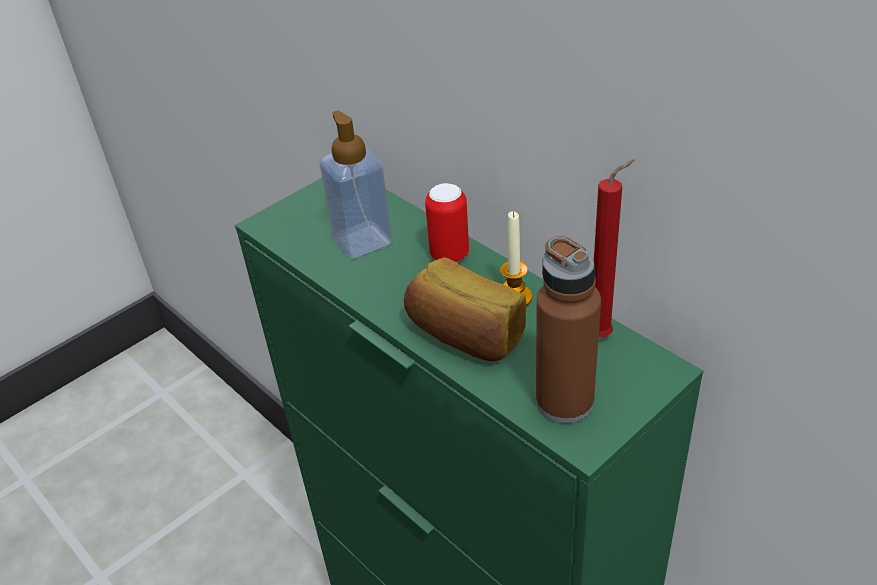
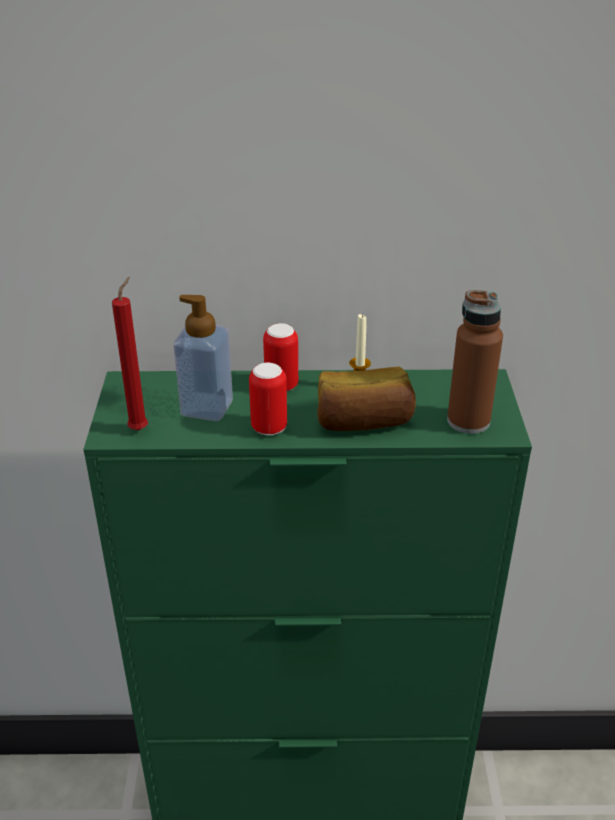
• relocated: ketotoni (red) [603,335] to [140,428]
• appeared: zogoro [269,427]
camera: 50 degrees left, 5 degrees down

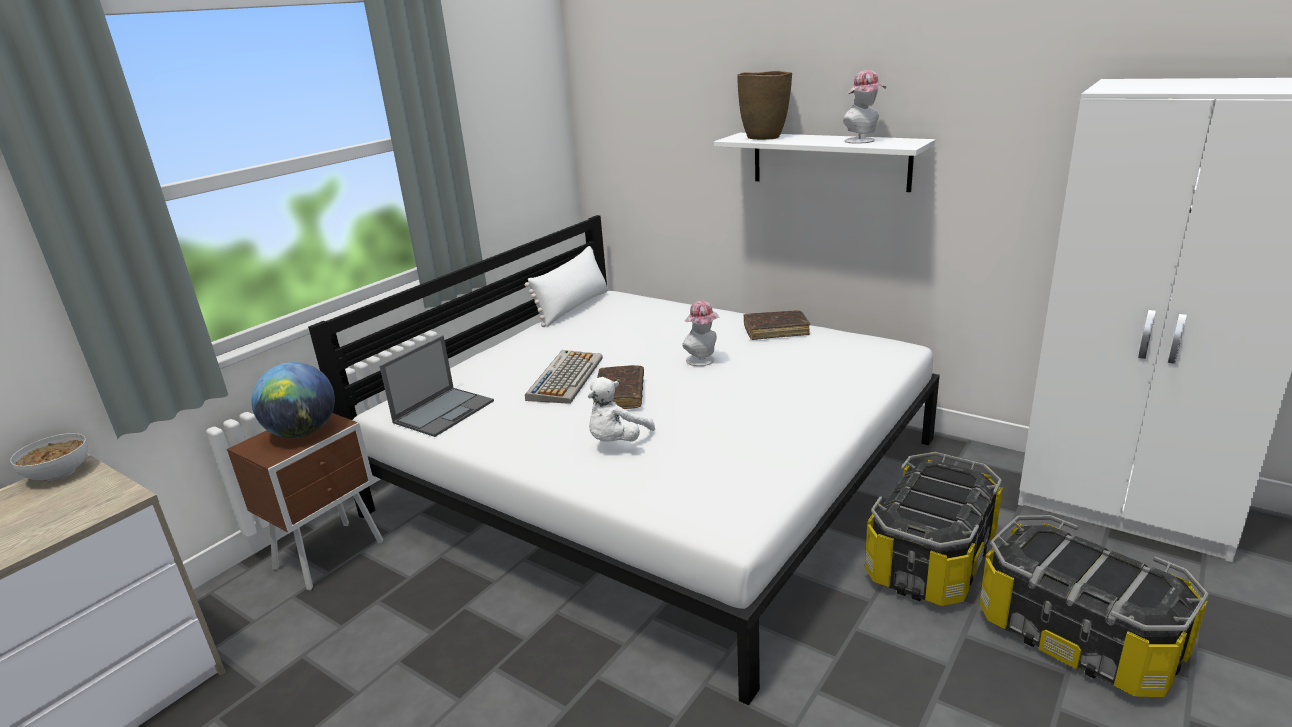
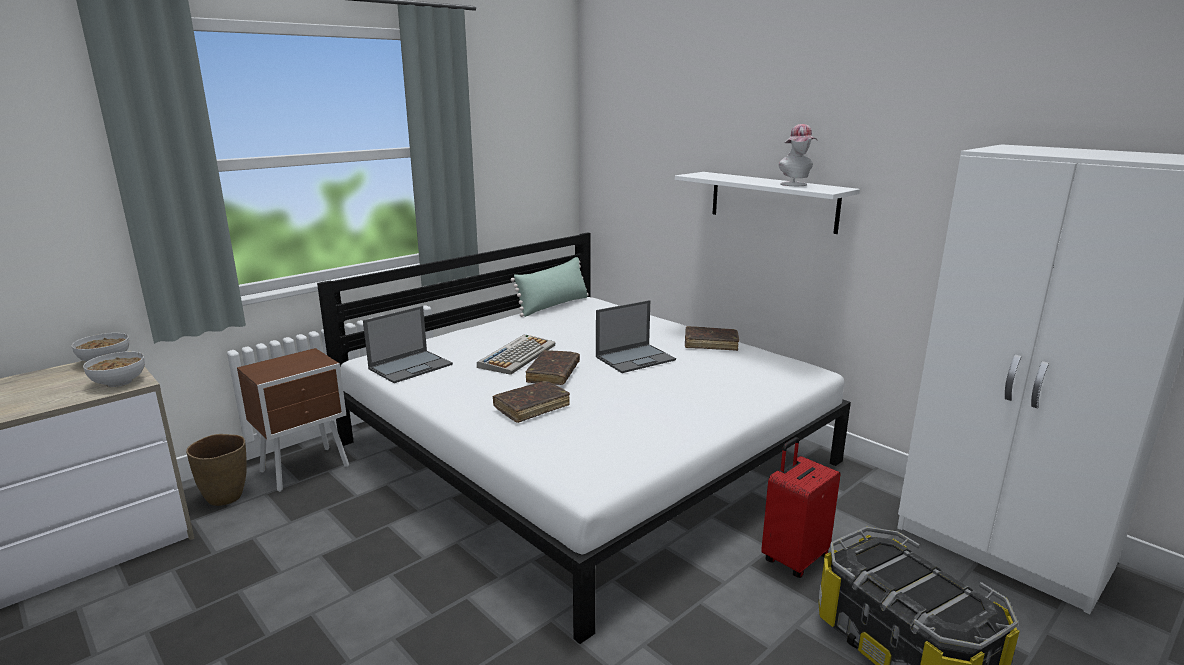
• missing: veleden [303,433]
• colour: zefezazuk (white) [573,307] to zefezazuk (green) [553,305]
• exchanged: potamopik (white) [617,441] to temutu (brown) [531,407]
• exchanged: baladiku [703,361] to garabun [636,358]
• relocated: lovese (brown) [764,137] to [226,497]
• exchanged: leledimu [929,558] to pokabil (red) [793,558]
• appeared: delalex [118,383]
camera: 10 degrees right, 5 degrees down

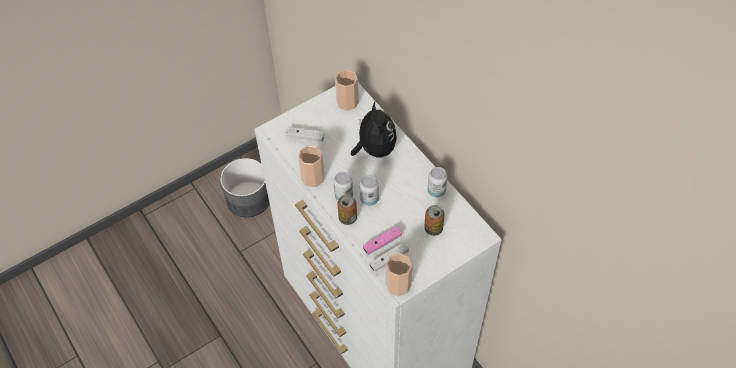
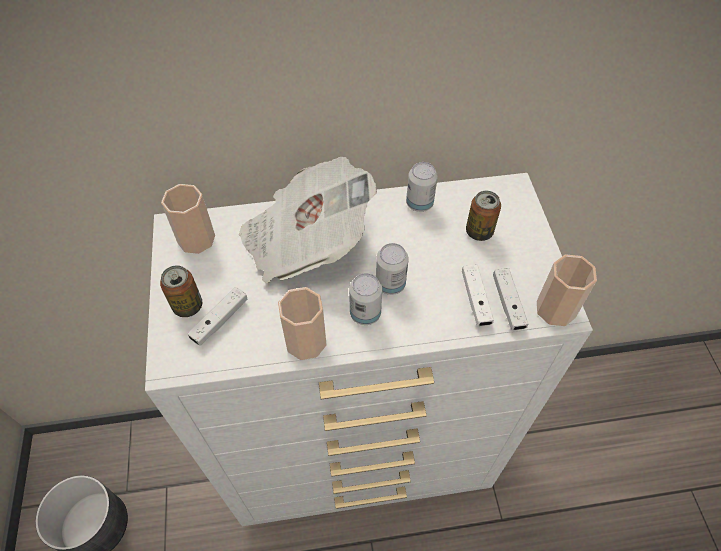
• relocated: zogoro [347,218] to [187,306]
• exchanged: potamopik [375,149] to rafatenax [305,241]
• colour: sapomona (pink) [382,243] to sapomona (white) [475,299]
camera: 65 degrees left, 0 degrees up

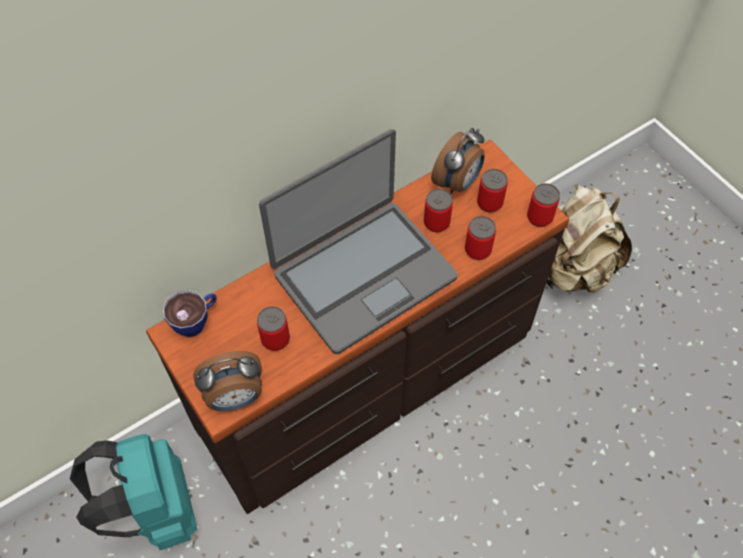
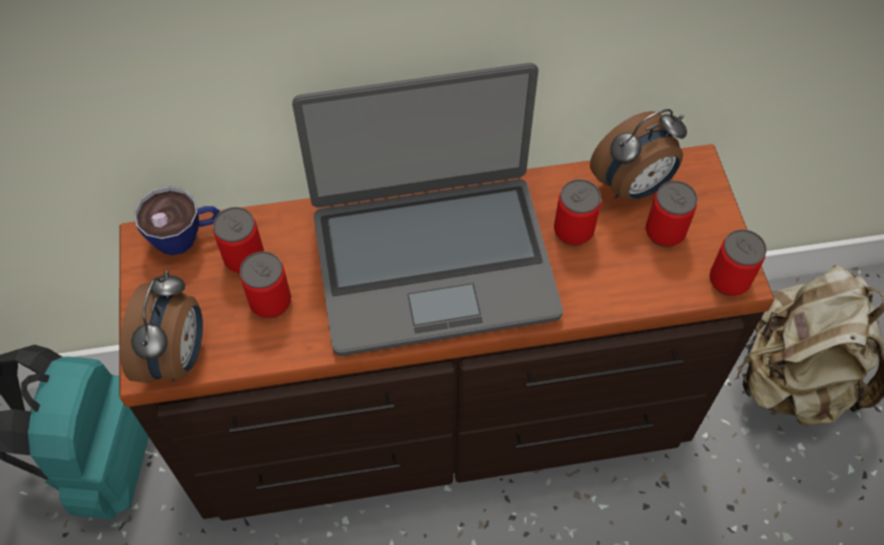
• spun: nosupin [235,397] = [177,357] 90 degrees counterclockwise
• relocated: zogoro [477,250] to [244,258]
camera: 25 degrees right, 0 degrees up

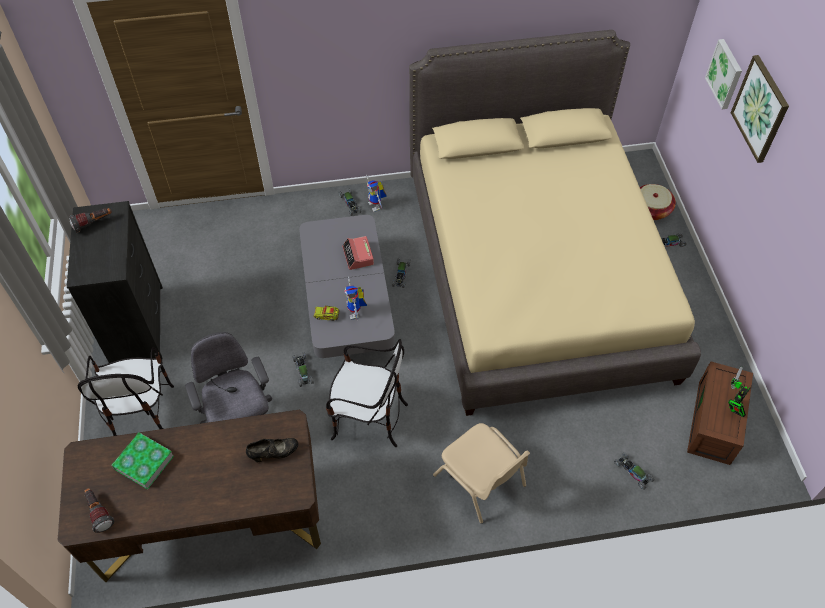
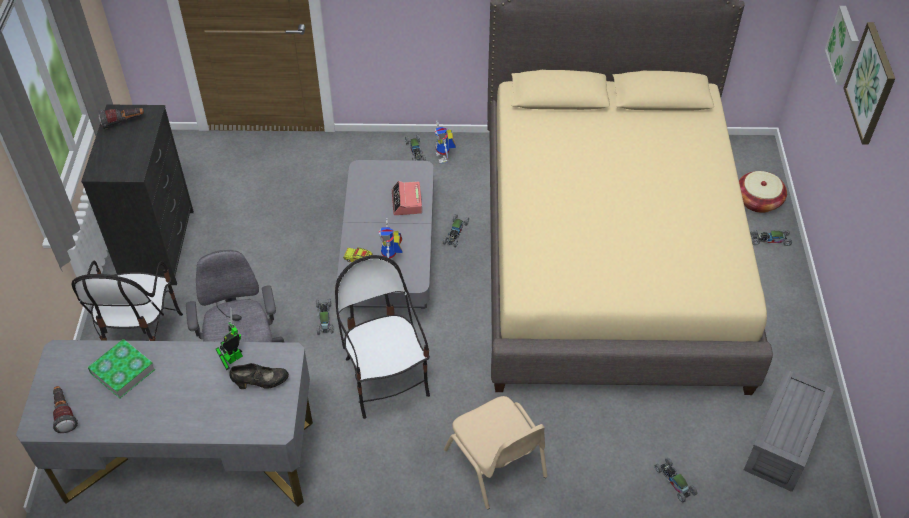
• colour: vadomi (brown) [211,521] to vadomi (grey) [190,459]
• spun: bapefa [368,419] = [385,379] 135 degrees counterclockwise
• colour: leledimu (brown) [715,423] to leledimu (grey) [784,444]
• relocated: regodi [733,406] to [232,359]
camera: 10 degrees right, 5 degrees down

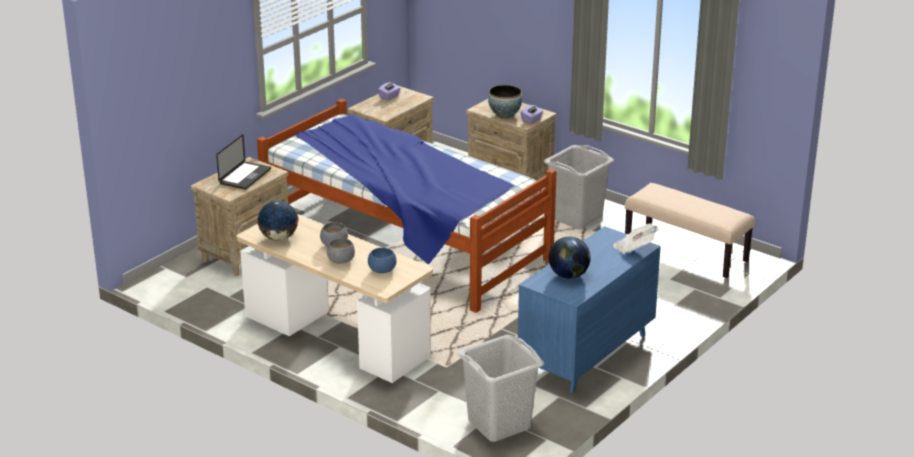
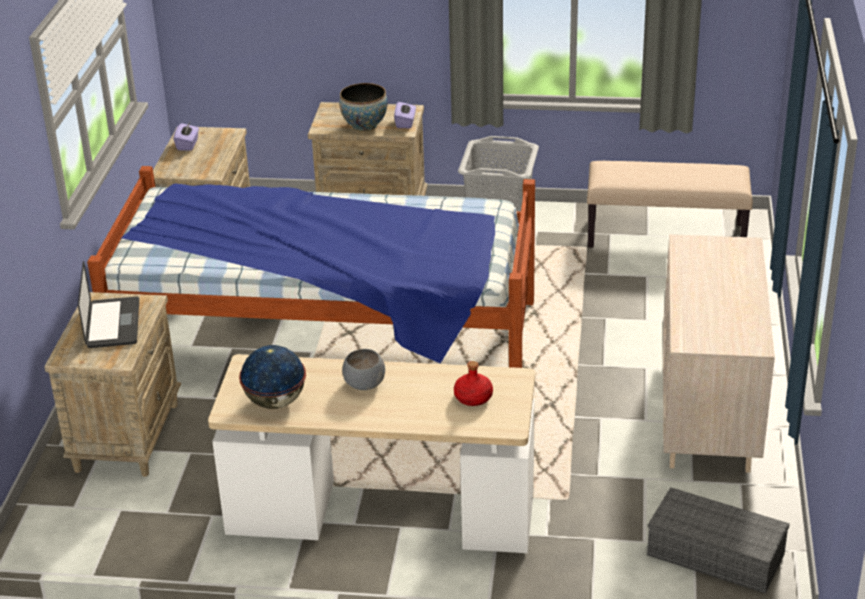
• missing: delalex (grey) [340,260]
• exchanged: delalex (blue) [383,270] to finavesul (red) [473,397]
• exchanged: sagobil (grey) [500,424] to leledimu (grey) [717,554]
• colour: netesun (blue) [586,354] to netesun (beige) [708,412]
• missing: veleden [569,275]
• missing: rafatenax [634,248]
camera: 30 degrees left, 5 degrees up

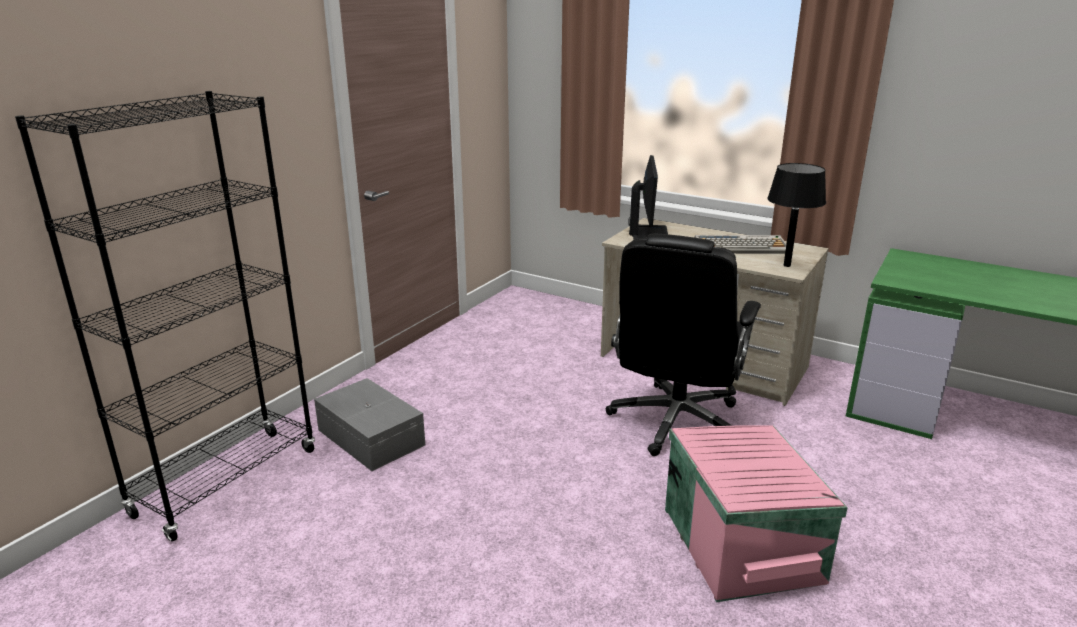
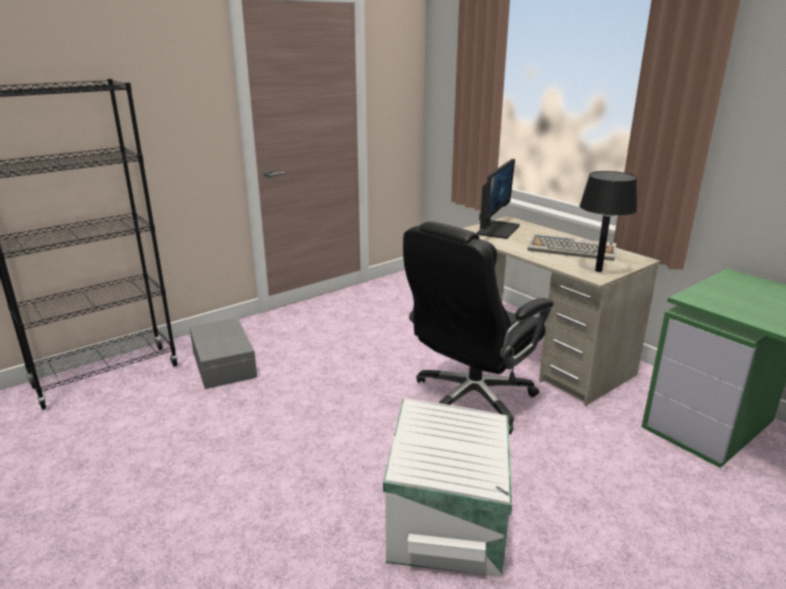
• colour: leledimu (pink) [742,543] to leledimu (white) [450,518]
camera: 20 degrees right, 0 degrees up

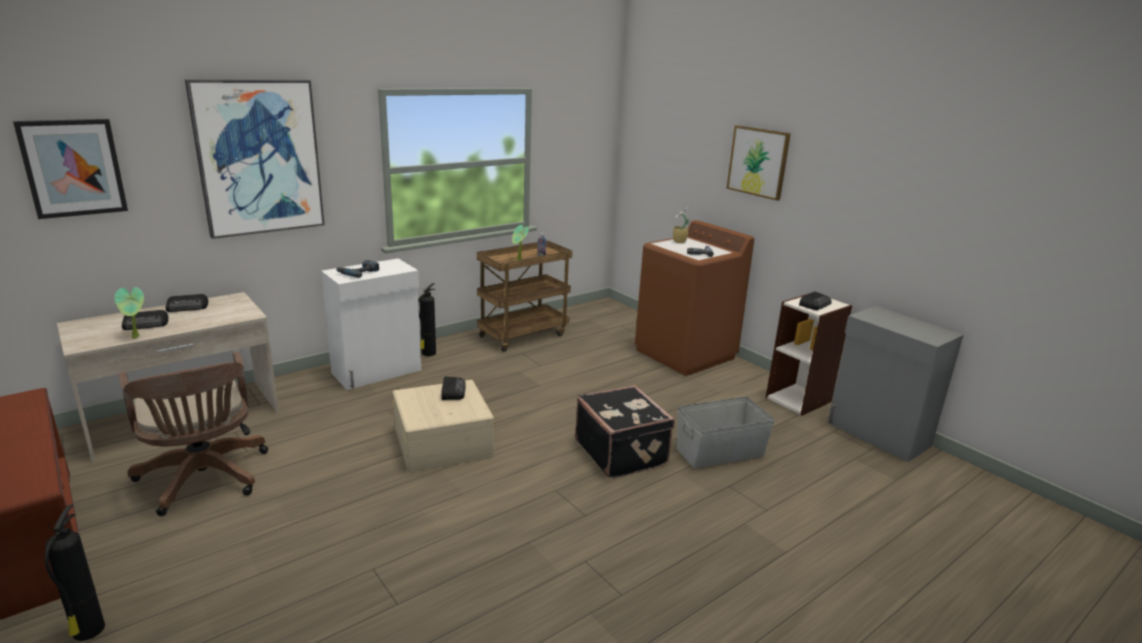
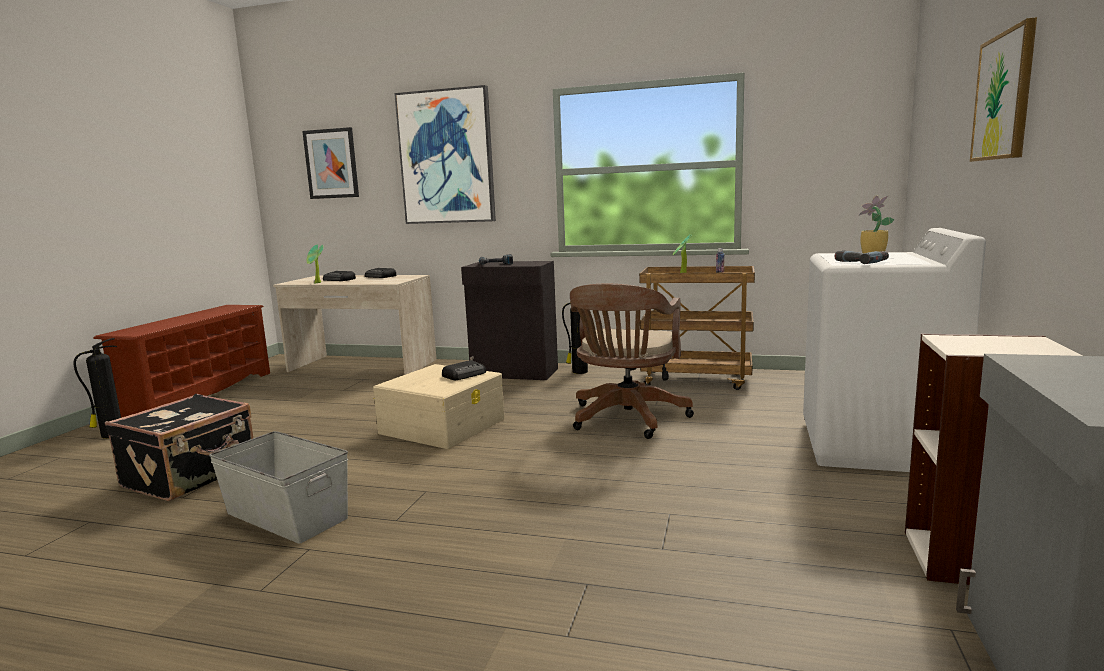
• relocated: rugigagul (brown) [204,480] to [626,419]
• colour: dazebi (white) [378,372] to dazebi (black) [514,373]
• relocated: pokabil (black) [622,452] to [192,476]
• colour: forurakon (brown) [685,354] to forurakon (white) [875,446]
• relocated: leledimu (grey) [719,451] to [287,515]
• missing: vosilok [815,304]
camera: 55 degrees right, 10 degrees down

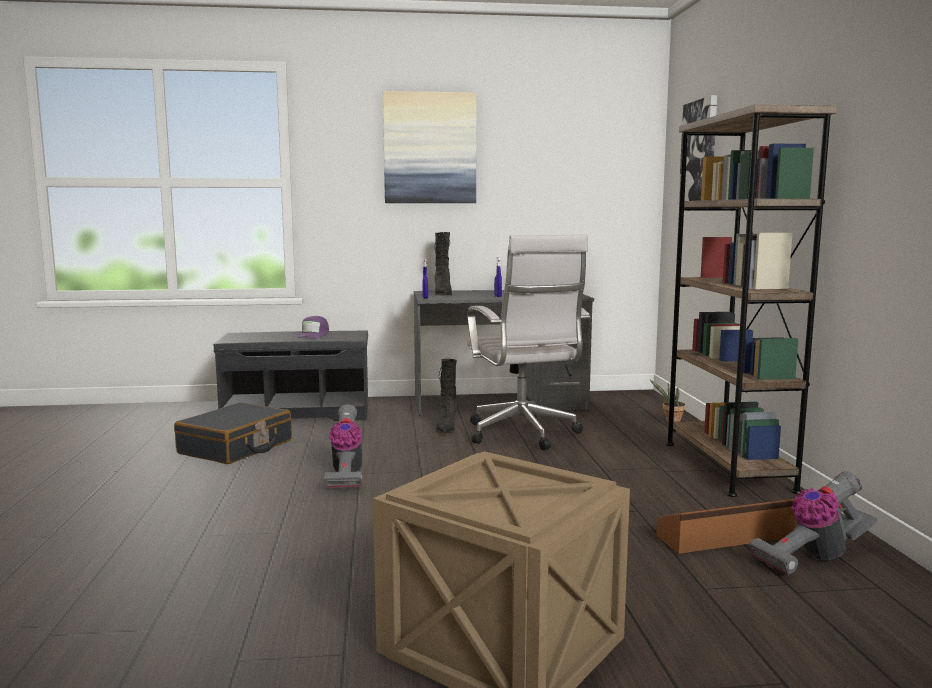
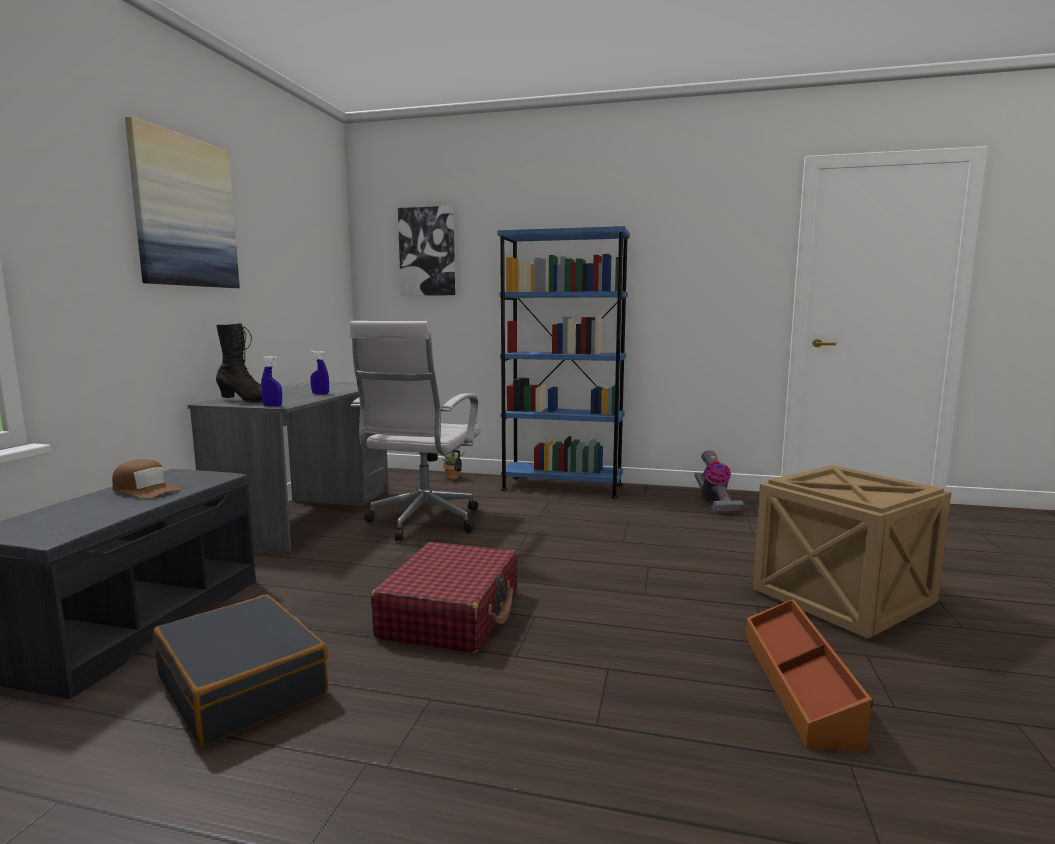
• colour: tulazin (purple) [313,335] to tulazin (brown) [145,490]
• exchanged: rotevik [346,474] to pokabil (red) [451,614]
• missing: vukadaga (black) [446,427]
• spun: rugigagul (white) [523,435] = [422,523] 105 degrees clockwise
• relocated: leledimu (brown) [735,536] to [799,686]
• colour: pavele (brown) [727,466] to pavele (blue) [562,487]
camera: 70 degrees left, 0 degrees up

